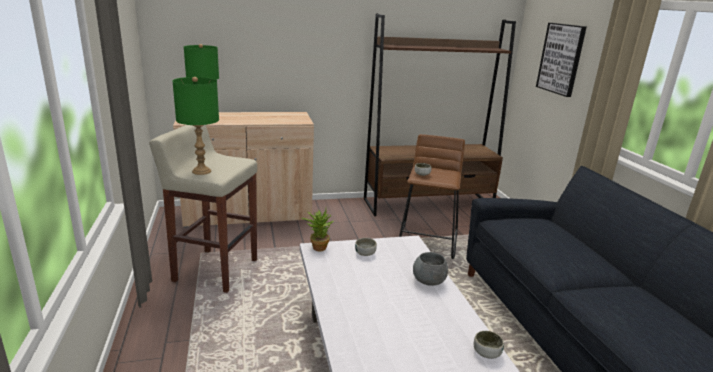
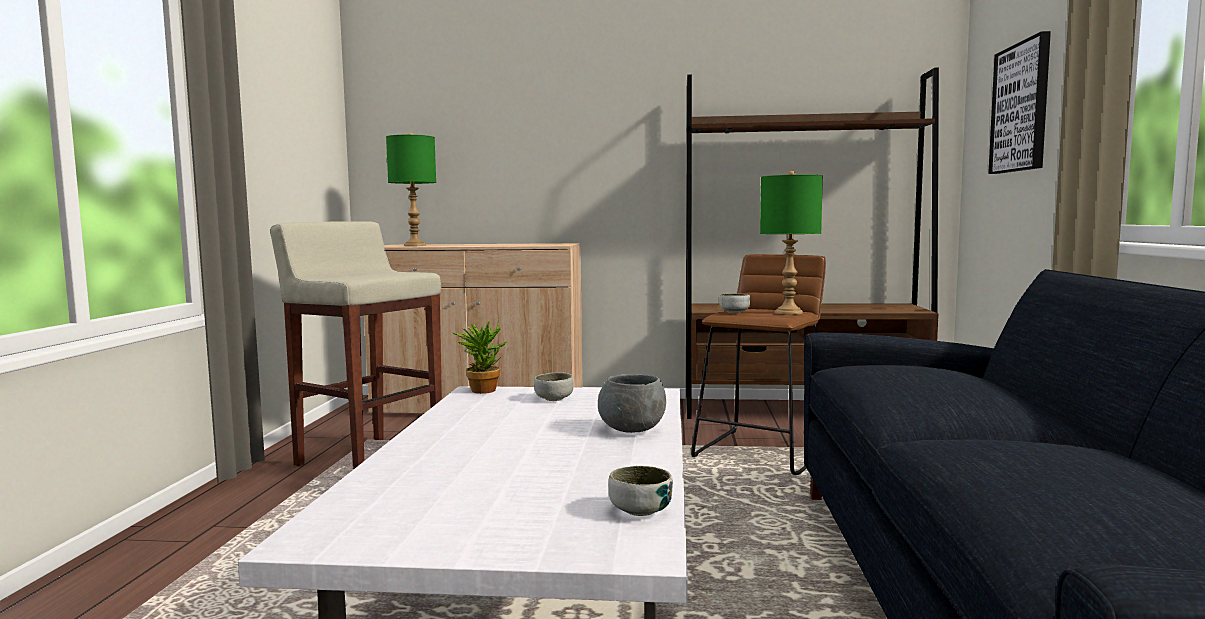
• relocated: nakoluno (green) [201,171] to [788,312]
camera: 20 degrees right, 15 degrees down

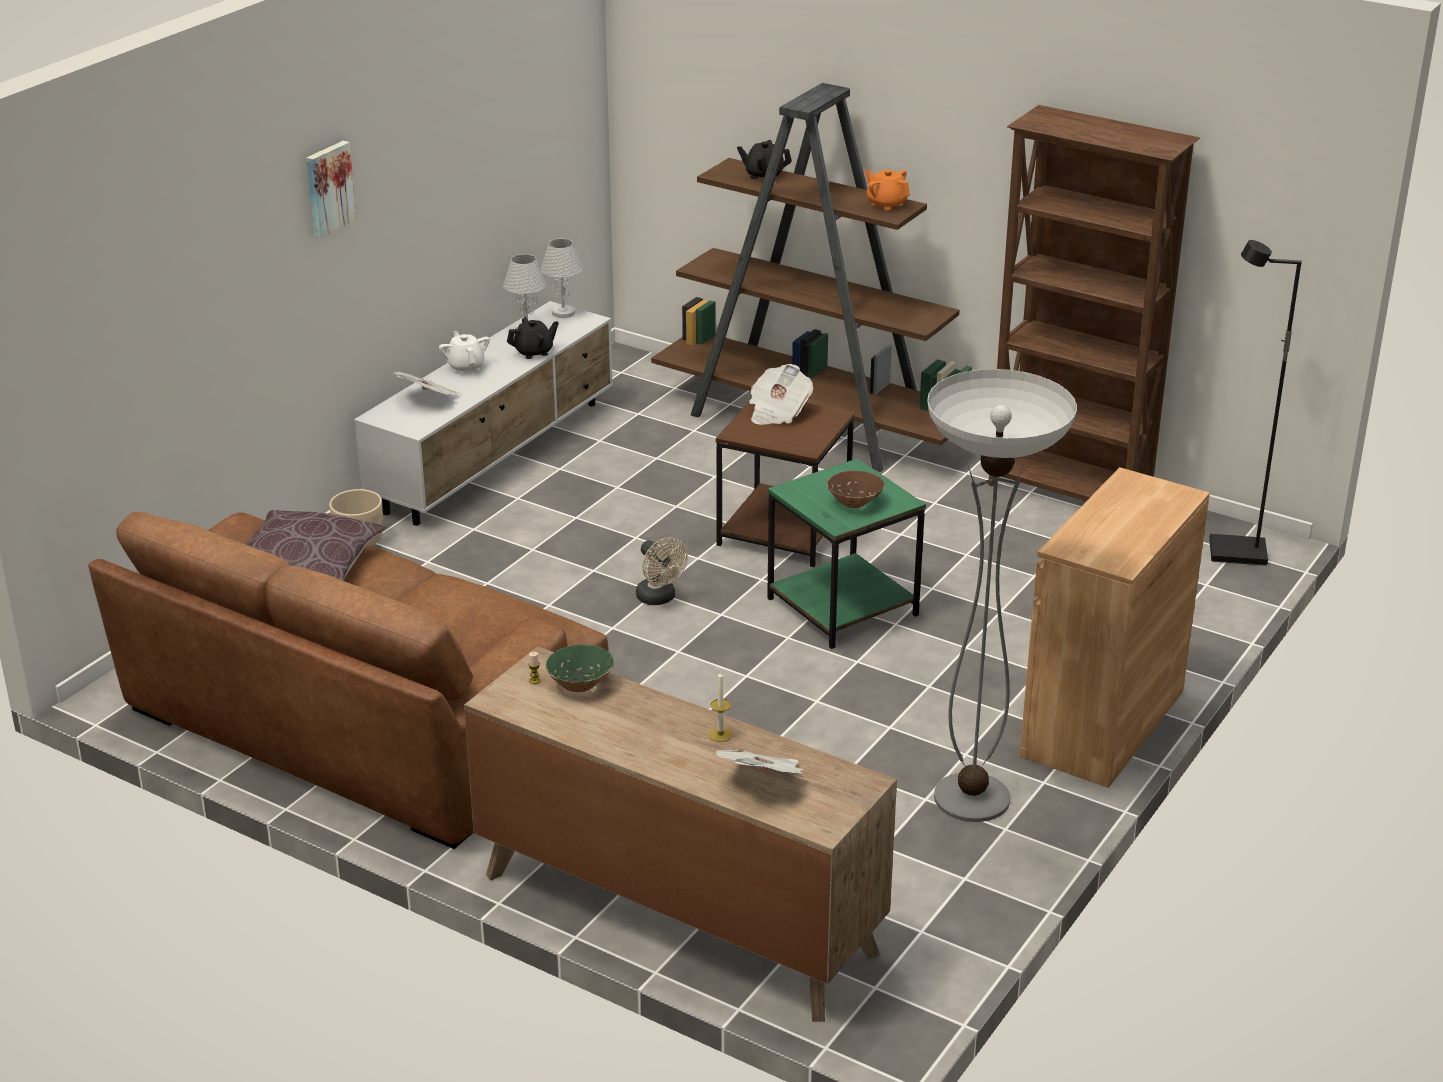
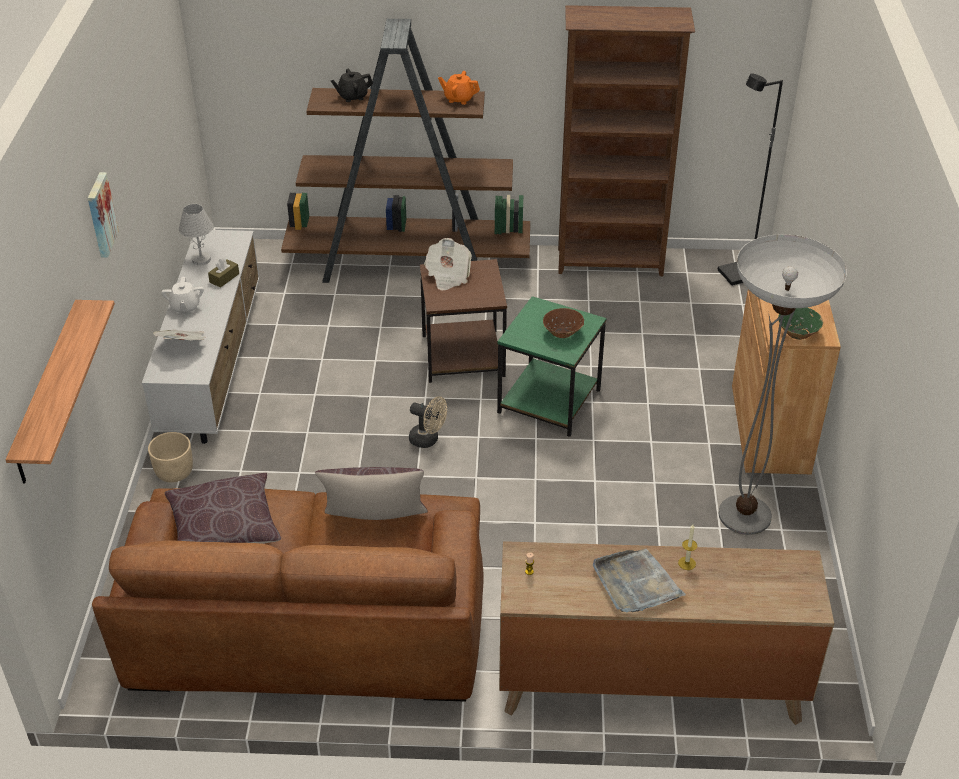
• spun: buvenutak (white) [466,366] = [185,307] 135 degrees counterclockwise
• exchanged: buvenutak (black) [534,352] to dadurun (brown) [224,278]
• missing: nakoluno (white) [564,313]
• relocated: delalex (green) [580,684] to [797,333]
• missing: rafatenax [763,780]
• appeared: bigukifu [47,392]
• appeared: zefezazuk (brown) [375,524]
• appeared: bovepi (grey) [636,583]
camera: 30 degrees left, 10 degrees up

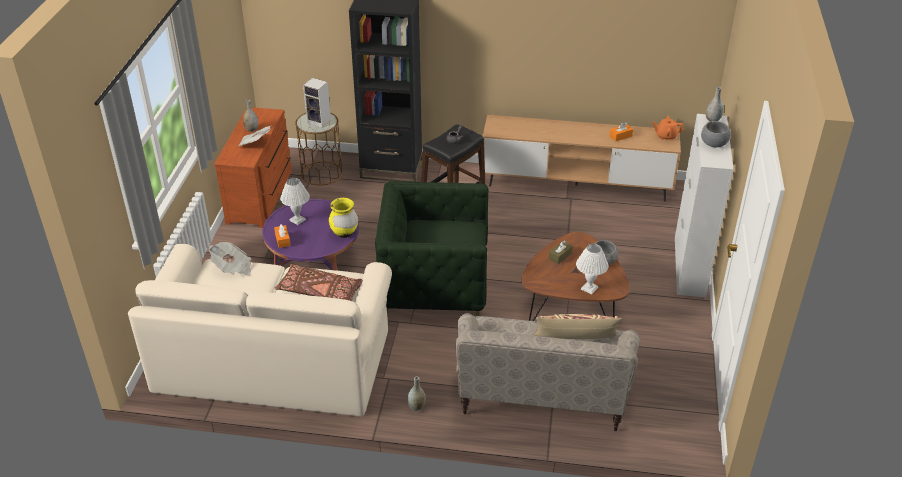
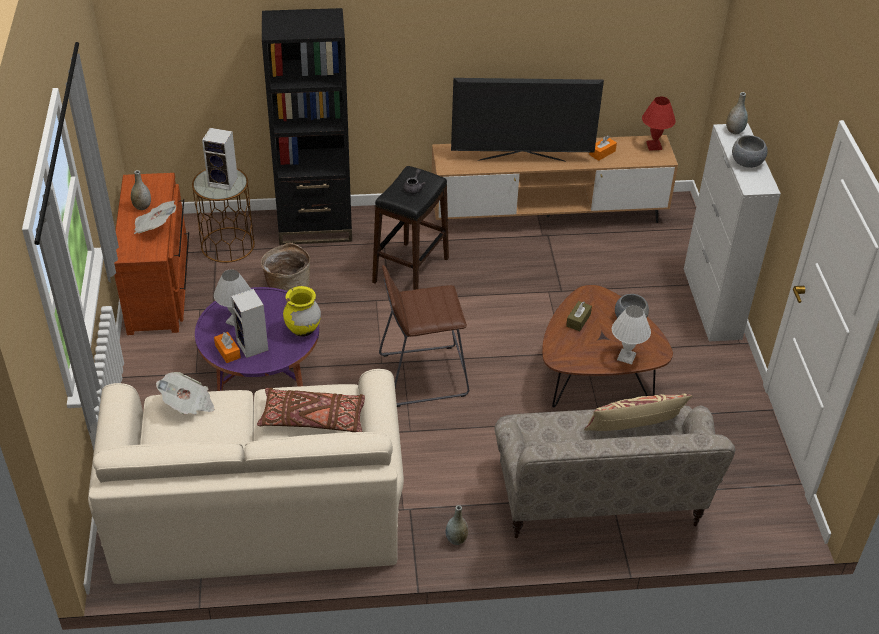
• exchanged: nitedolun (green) [434,285] to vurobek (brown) [422,375]
• exchanged: buvenutak (orange) [666,136] to nakoluno (red) [654,146]
• appeared: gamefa [253,346]
• appeared: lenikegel [287,287]
• appeared: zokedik [522,159]
camera: 15 degrees left, 5 degrees up

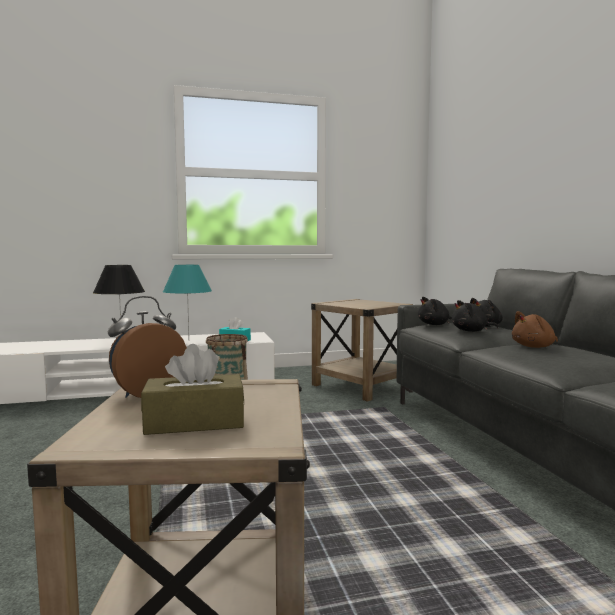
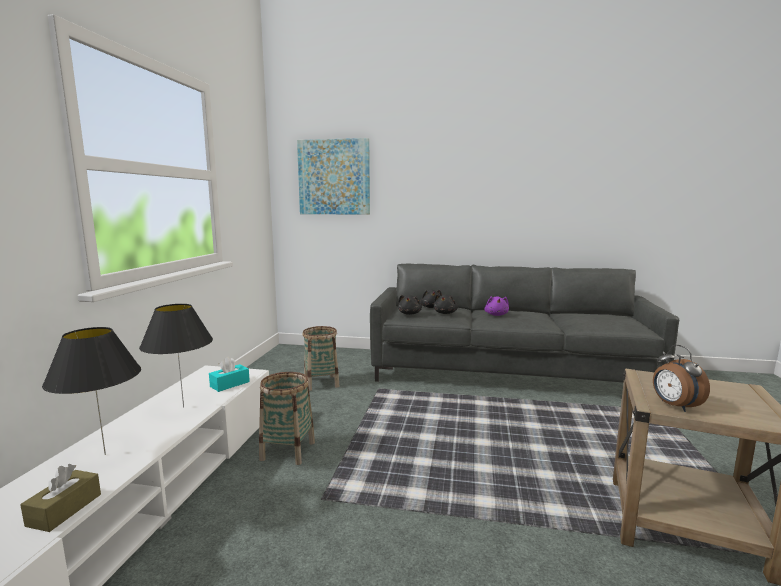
• relocated: dadurun (brown) [195,422] to [64,510]
• colour: nakoluno (turquoise) [188,340] to nakoluno (black) [183,407]
• exchanged: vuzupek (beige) [361,387] to lenikegel [321,383]
• colour: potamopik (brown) [534,347] to potamopik (purple) [496,315]
• appeared: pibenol [334,177]
camera: 65 degrees left, 5 degrees up

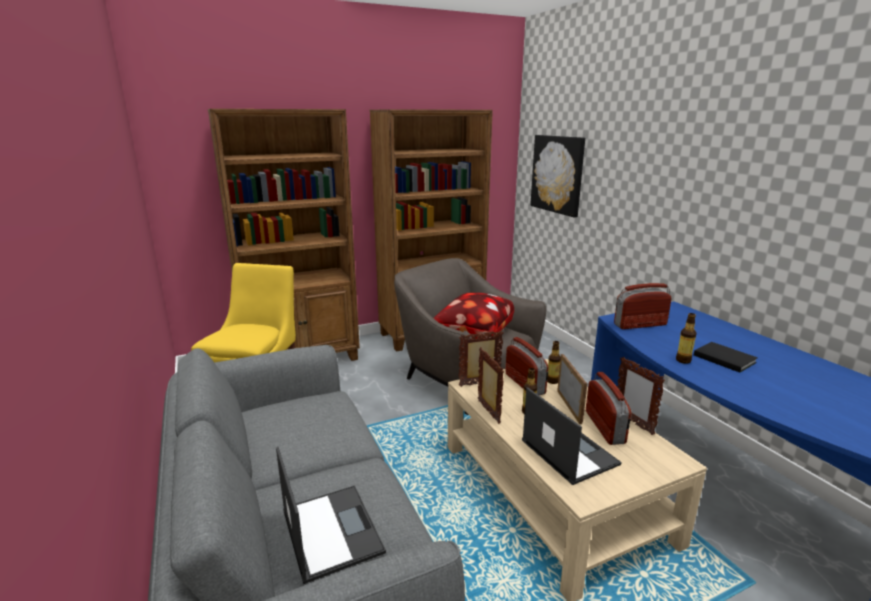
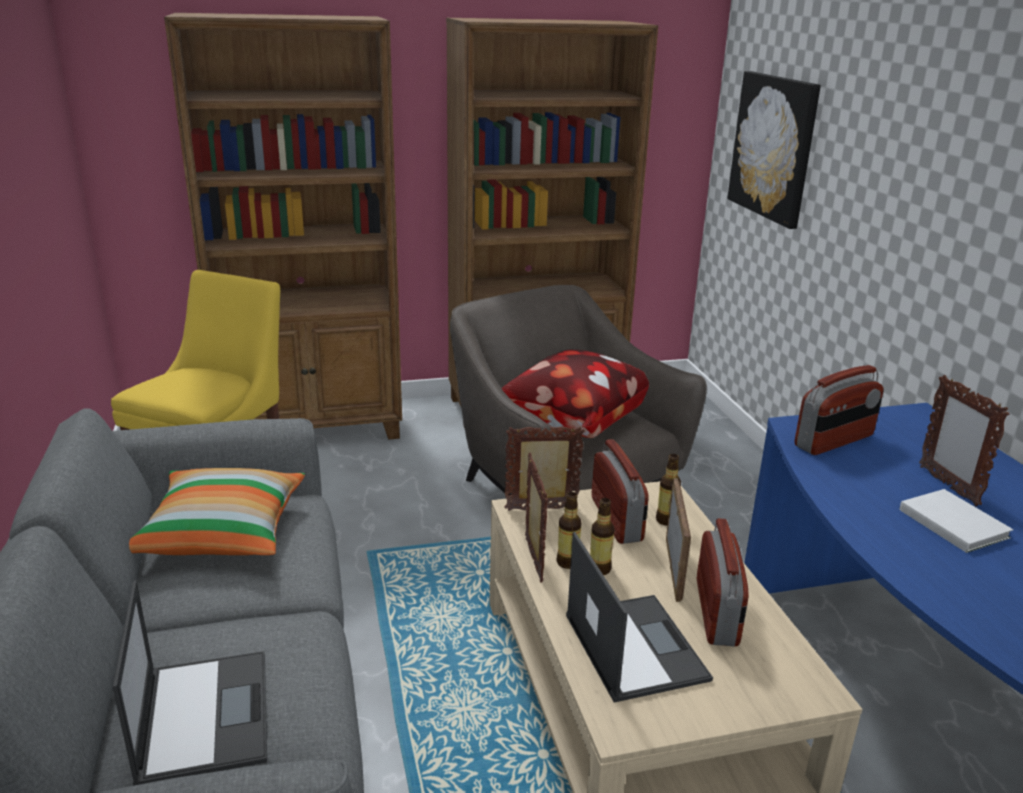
• spun: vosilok [639,324] = [834,441] 150 degrees clockwise
• relocated: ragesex [633,422] to [947,486]
• relocated: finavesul [683,360] to [567,562]
• colour: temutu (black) [723,358] to temutu (white) [952,522]
• appeared: zefezazuk [221,532]
camera: 10 degrees right, 5 degrees up

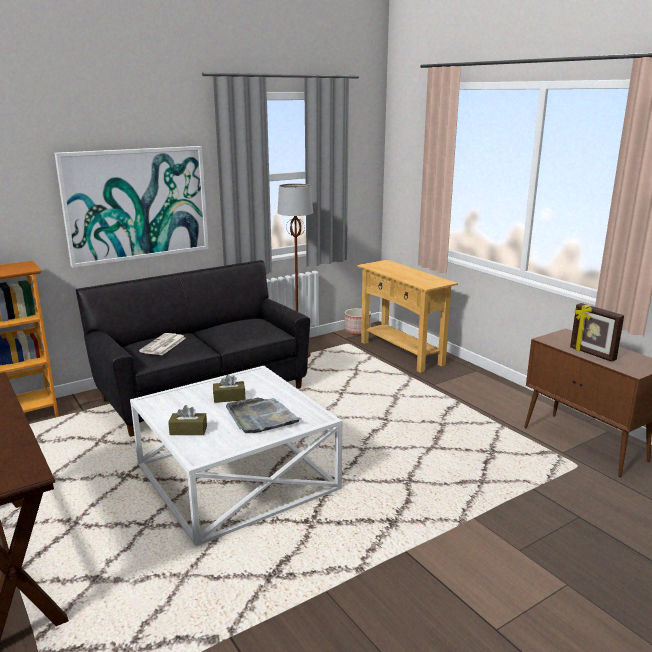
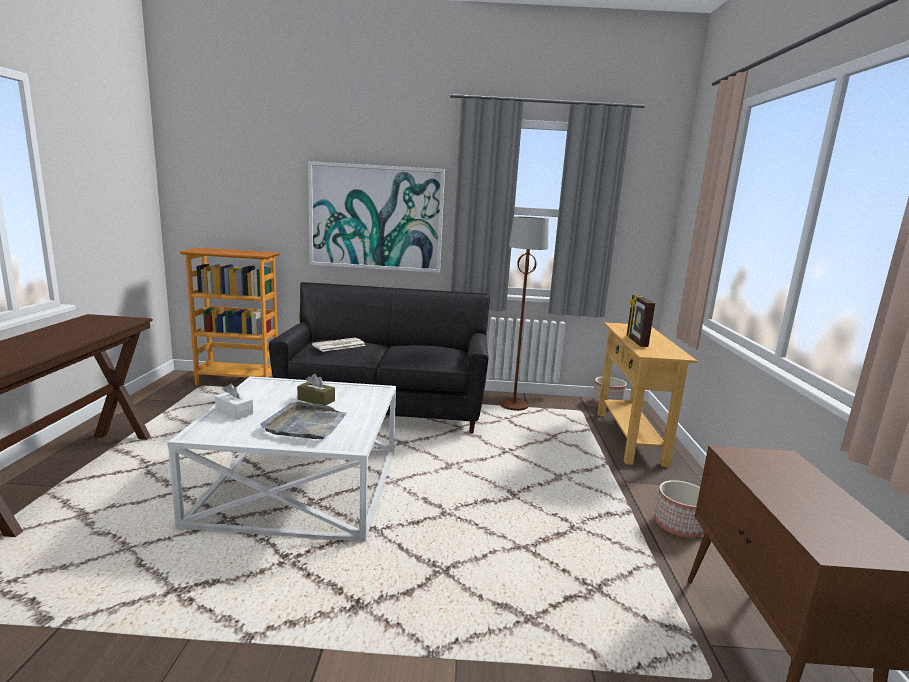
• colour: dadurun (brown) [188,430] to dadurun (white) [234,412]
• relocated: ragesex [592,354] to [636,341]
• appeared: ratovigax [678,525]
camera: 35 degrees right, 5 degrees down

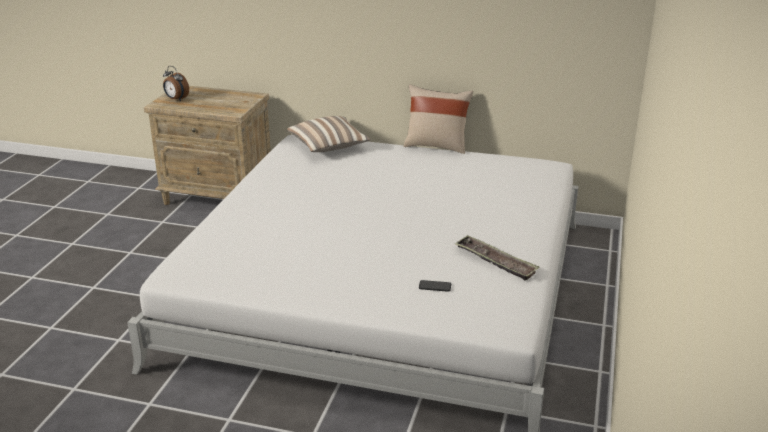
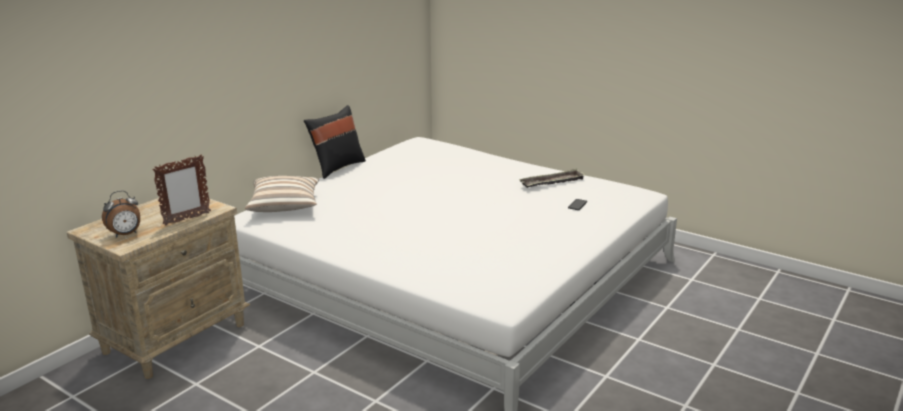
• colour: zefezazuk (beige) [436,146] to zefezazuk (black) [337,167]
• appeared: ragesex [186,219]
camera: 70 degrees left, 5 degrees down

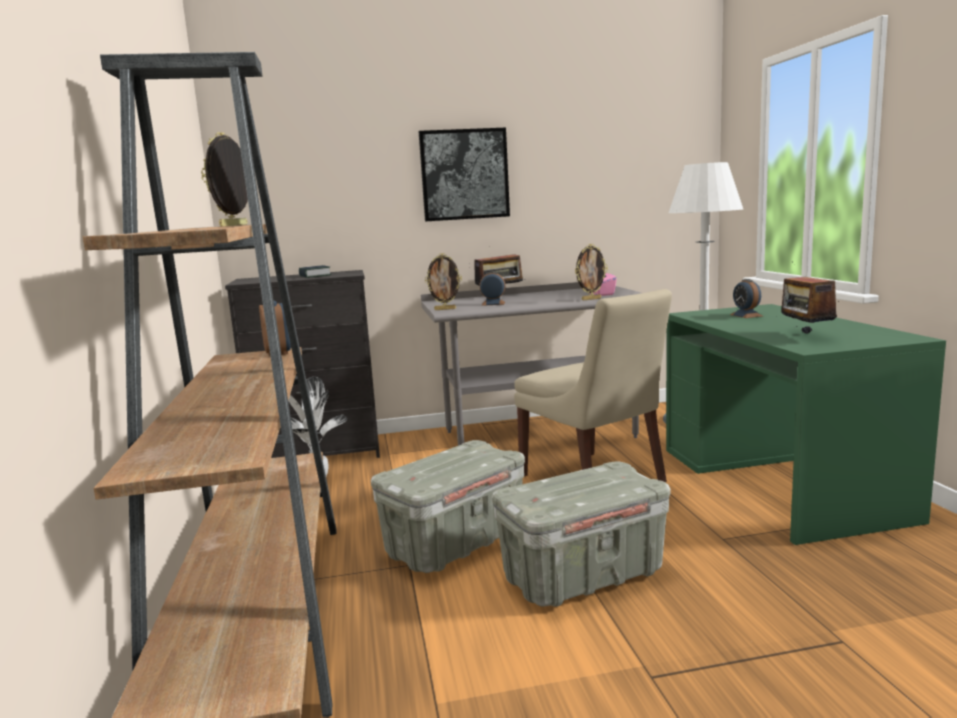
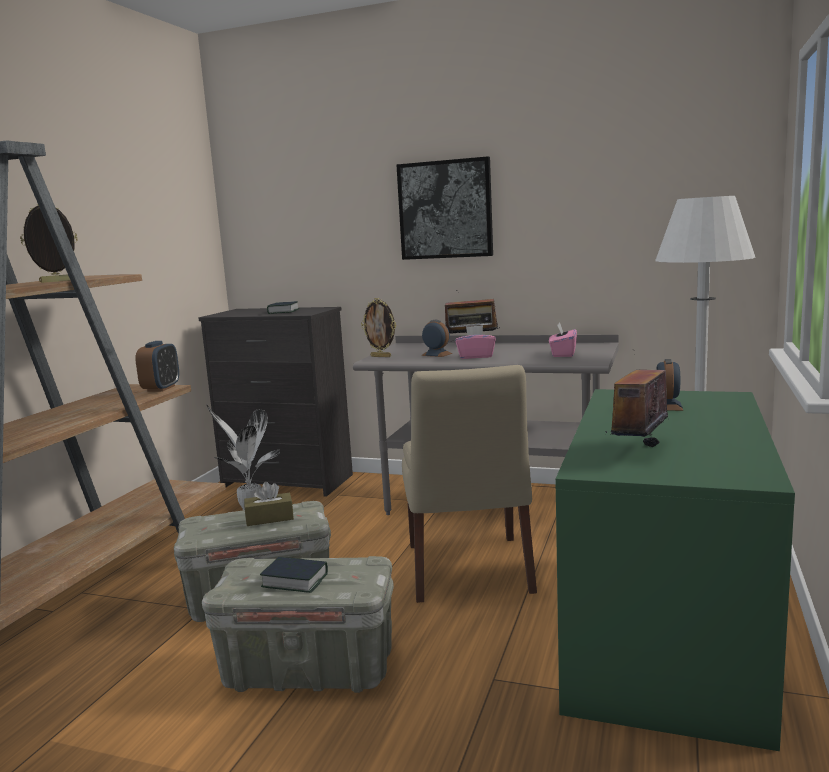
• missing: ragesex [591,299]
• appeared: dadurun (brown) [269,518]
• appeared: temutu [295,580]
• appeared: dadurun (pink) [475,356]
camera: 30 degrees right, 0 degrees up

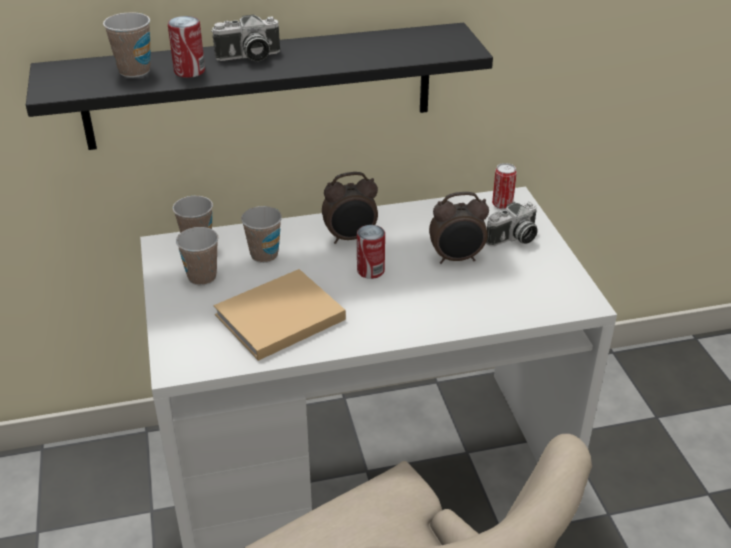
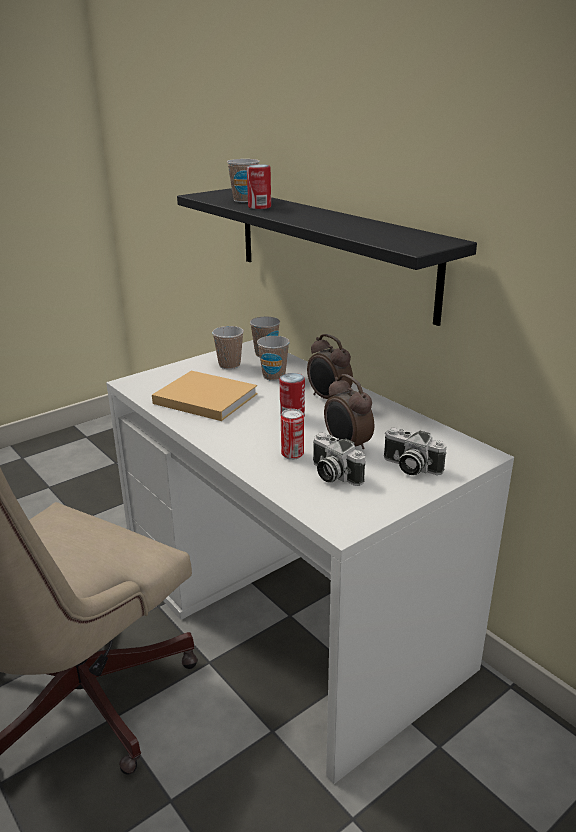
• relocated: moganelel [248,57] to [332,474]
• relocated: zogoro [502,204] to [292,455]
camera: 65 degrees right, 10 degrees down

